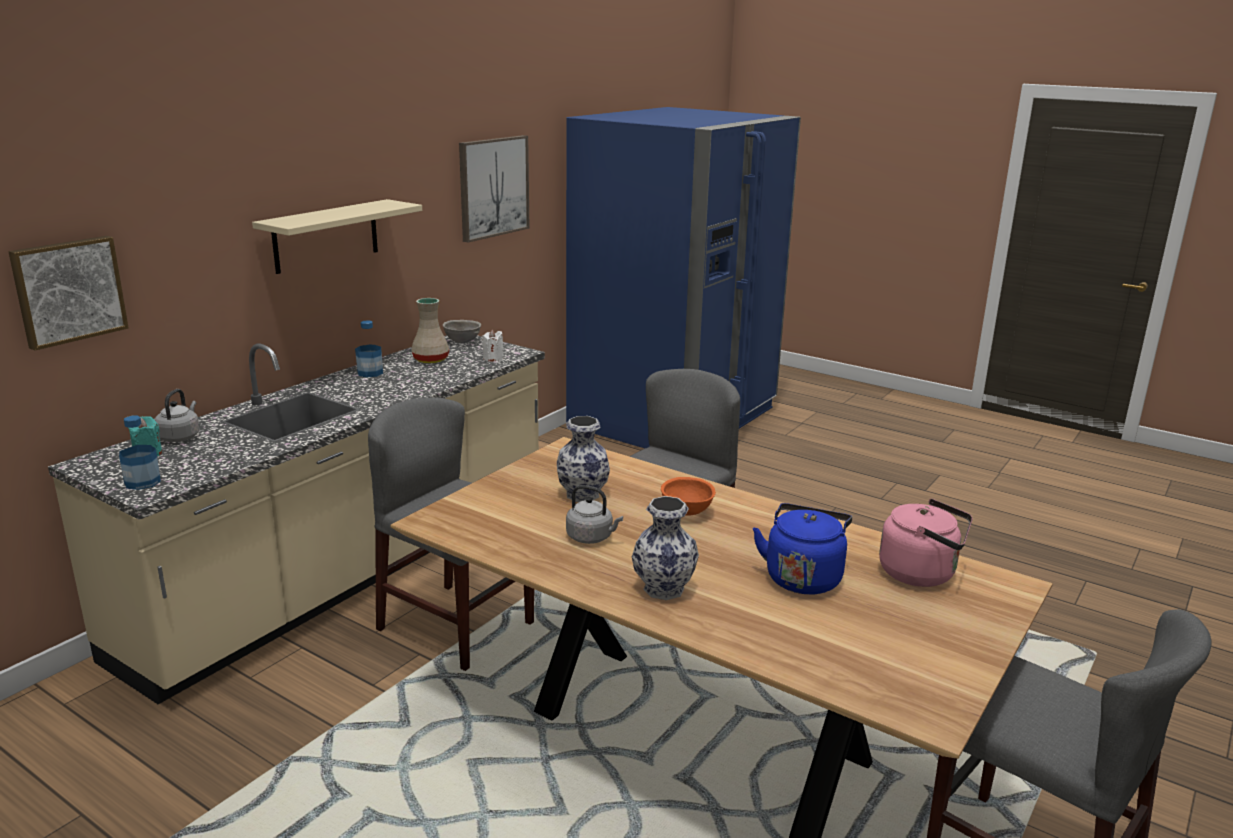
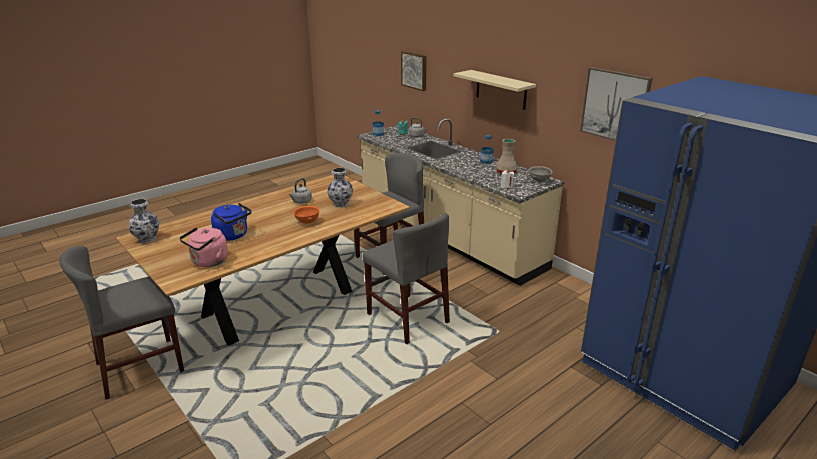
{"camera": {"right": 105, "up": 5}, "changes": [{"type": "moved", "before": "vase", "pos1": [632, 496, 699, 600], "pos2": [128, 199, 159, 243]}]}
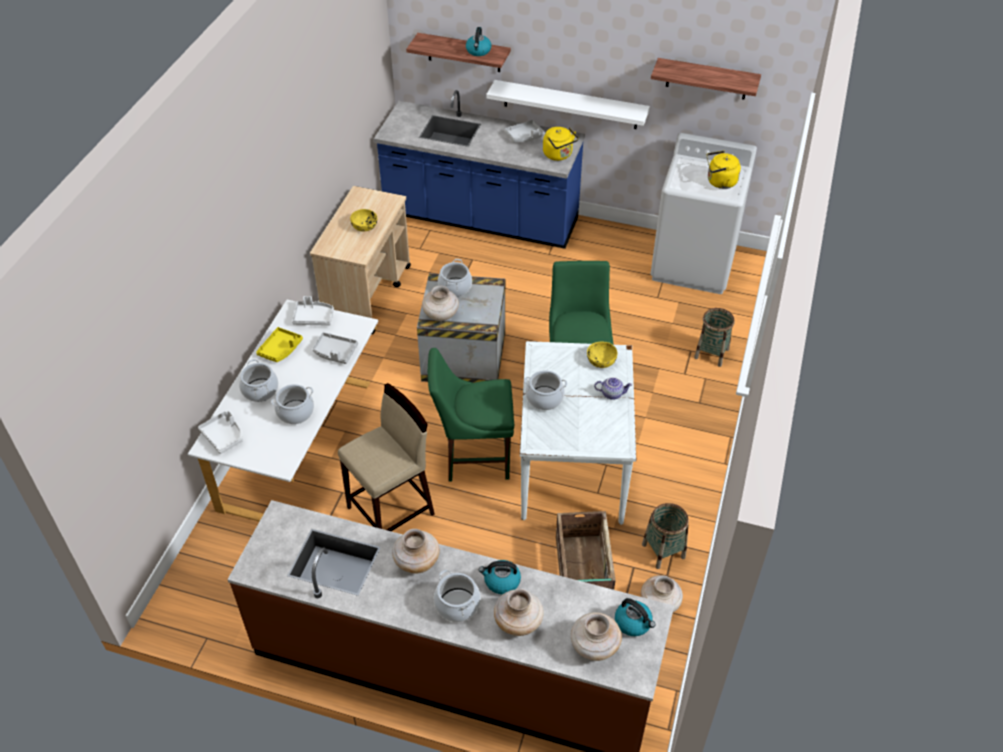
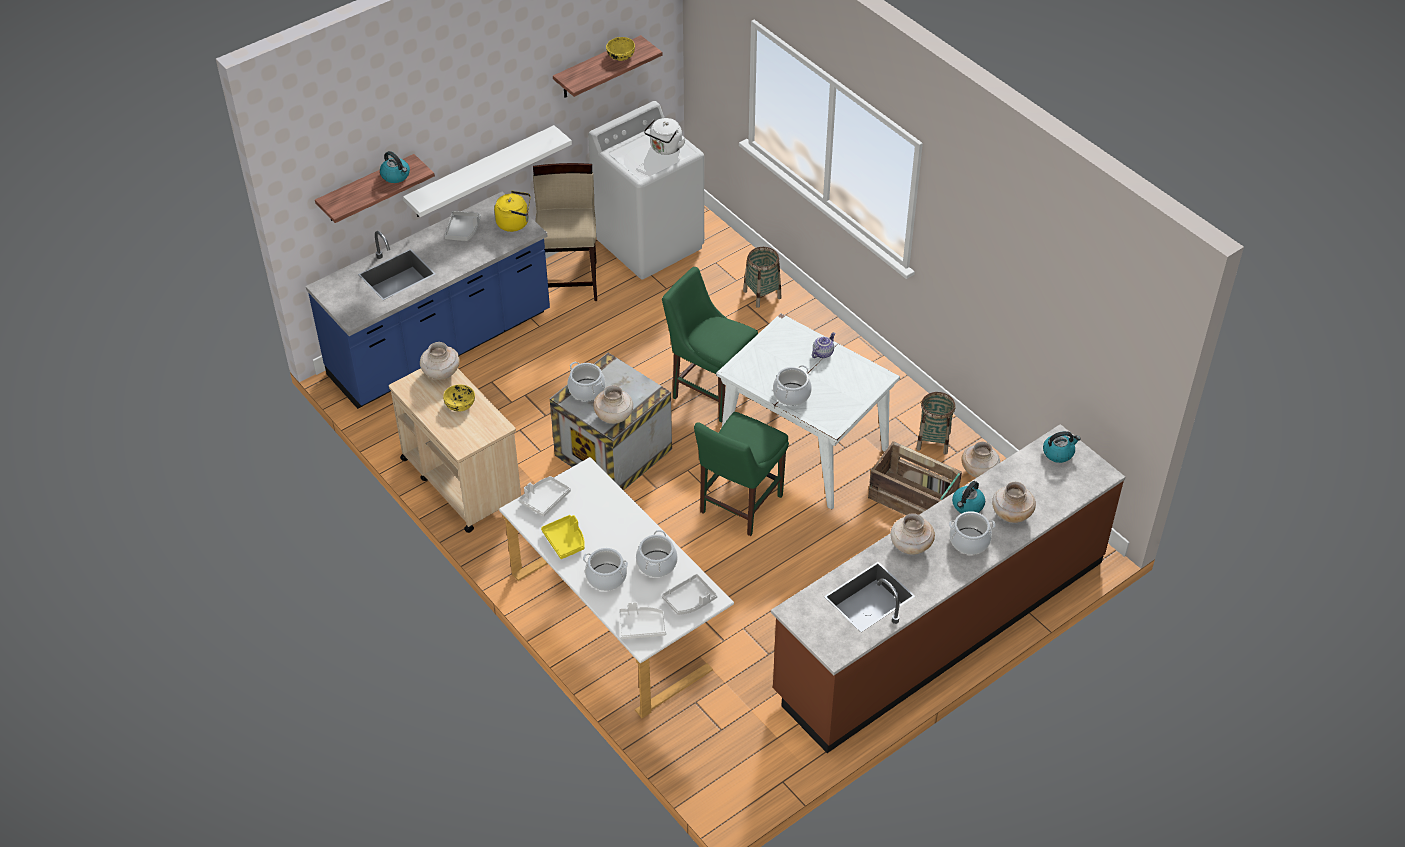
{"camera": {"right": -55, "up": 0}, "changes": [{"type": "recoloured", "before": "yellow-coloured tea kettle", "after": "white-coloured tea kettle", "pos1": [707, 151, 741, 189], "pos2": [644, 118, 686, 155]}, {"type": "moved", "before": "gray serving tray", "pos1": [313, 332, 358, 364], "pos2": [662, 574, 717, 615]}, {"type": "moved", "before": "yellow-coloured bowl", "pos1": [587, 341, 618, 368], "pos2": [606, 37, 635, 61]}, {"type": "moved", "before": "beige-coloured sitting stool", "pos1": [338, 383, 435, 531], "pos2": [533, 163, 597, 301]}, {"type": "moved", "before": "beige-coloured vase", "pos1": [571, 612, 622, 661], "pos2": [420, 342, 460, 380]}]}
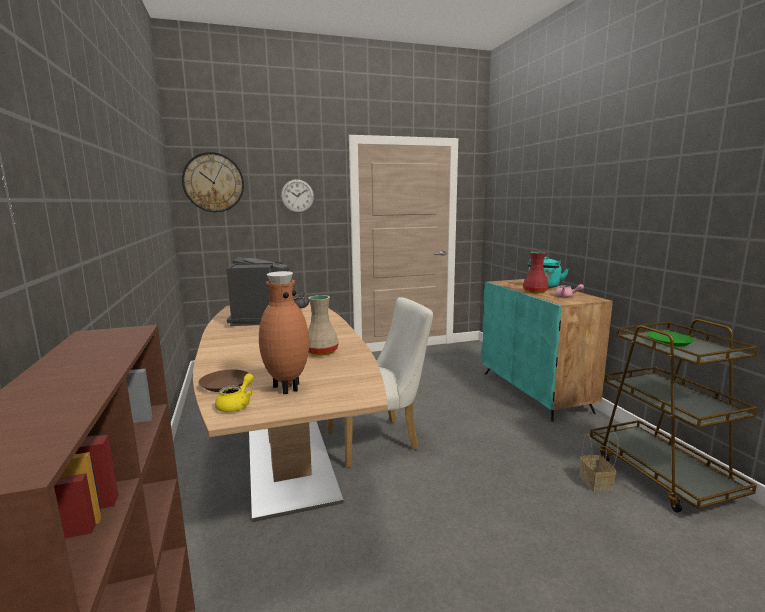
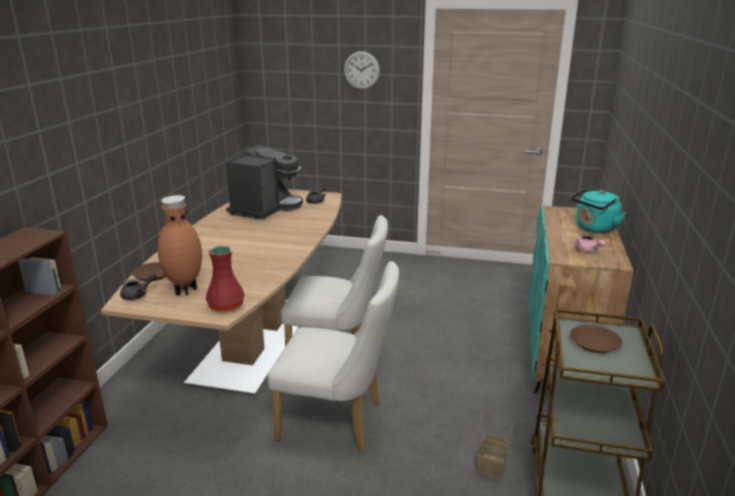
{"camera": {"right": 30, "up": 10}, "changes": [{"type": "removed", "before": "wall clock", "pos1": [182, 152, 244, 212]}, {"type": "moved", "before": "red-coloured vase", "pos1": [523, 252, 549, 294], "pos2": [206, 246, 245, 312]}, {"type": "removed", "before": "beige-coloured vase", "pos1": [308, 295, 339, 356]}, {"type": "recoloured", "before": "green dinner plate", "after": "brown dinner plate", "pos1": [647, 331, 695, 347], "pos2": [570, 325, 623, 353]}, {"type": "recoloured", "before": "yellow-coloured pot for tea", "after": "gray pot for tea", "pos1": [215, 373, 254, 412], "pos2": [120, 273, 157, 300]}, {"type": "added", "after": "white-coloured chair", "pos2": [268, 261, 399, 451]}]}
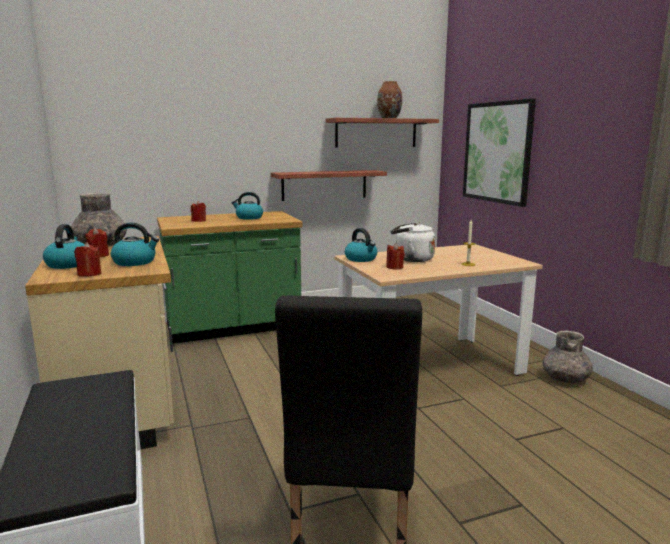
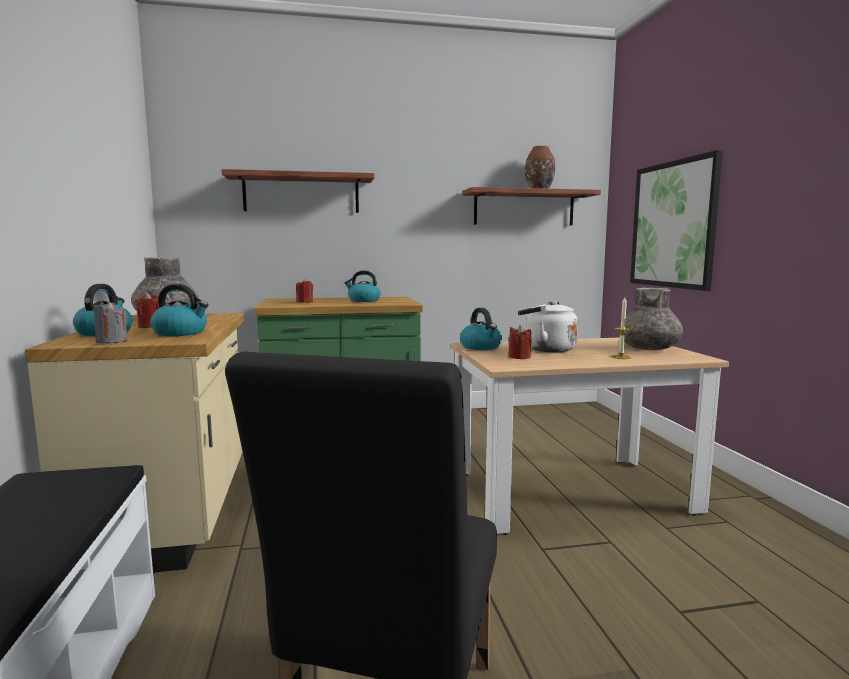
{"camera": {"right": 10, "up": -5}, "changes": [{"type": "moved", "before": "shelf", "pos1": [271, 170, 387, 201], "pos2": [221, 169, 375, 213]}, {"type": "recoloured", "before": "red-coloured wax light", "after": "gray wax light", "pos1": [74, 242, 101, 277], "pos2": [94, 301, 127, 344]}, {"type": "moved", "before": "gray vase", "pos1": [542, 331, 593, 383], "pos2": [619, 288, 683, 350]}]}
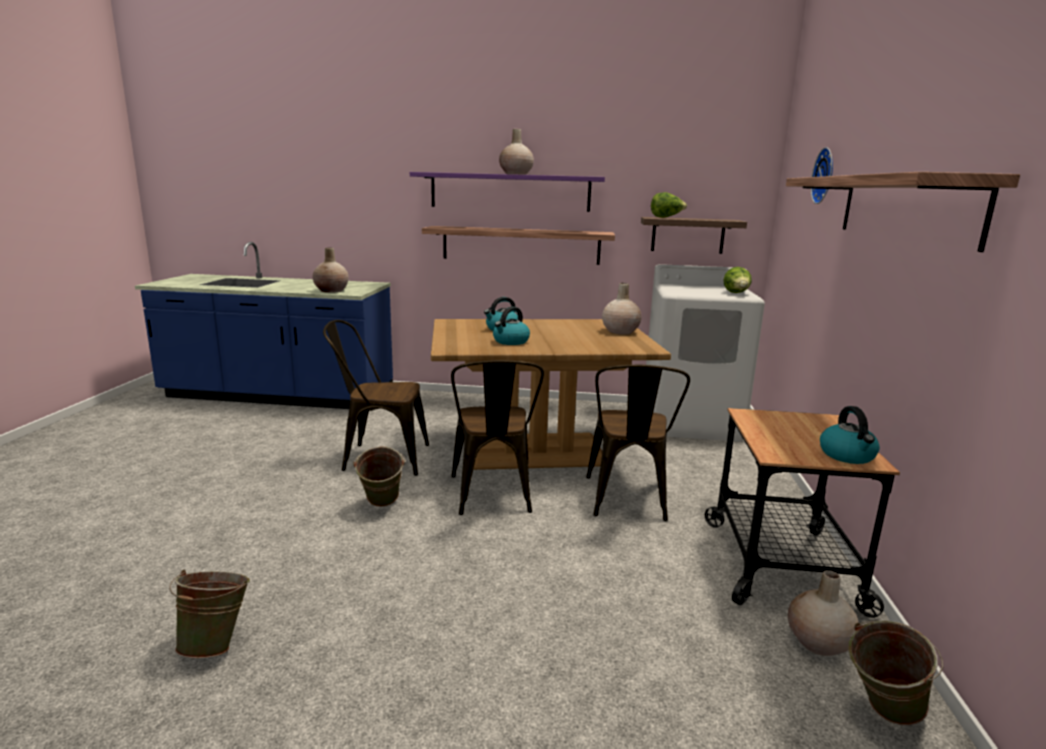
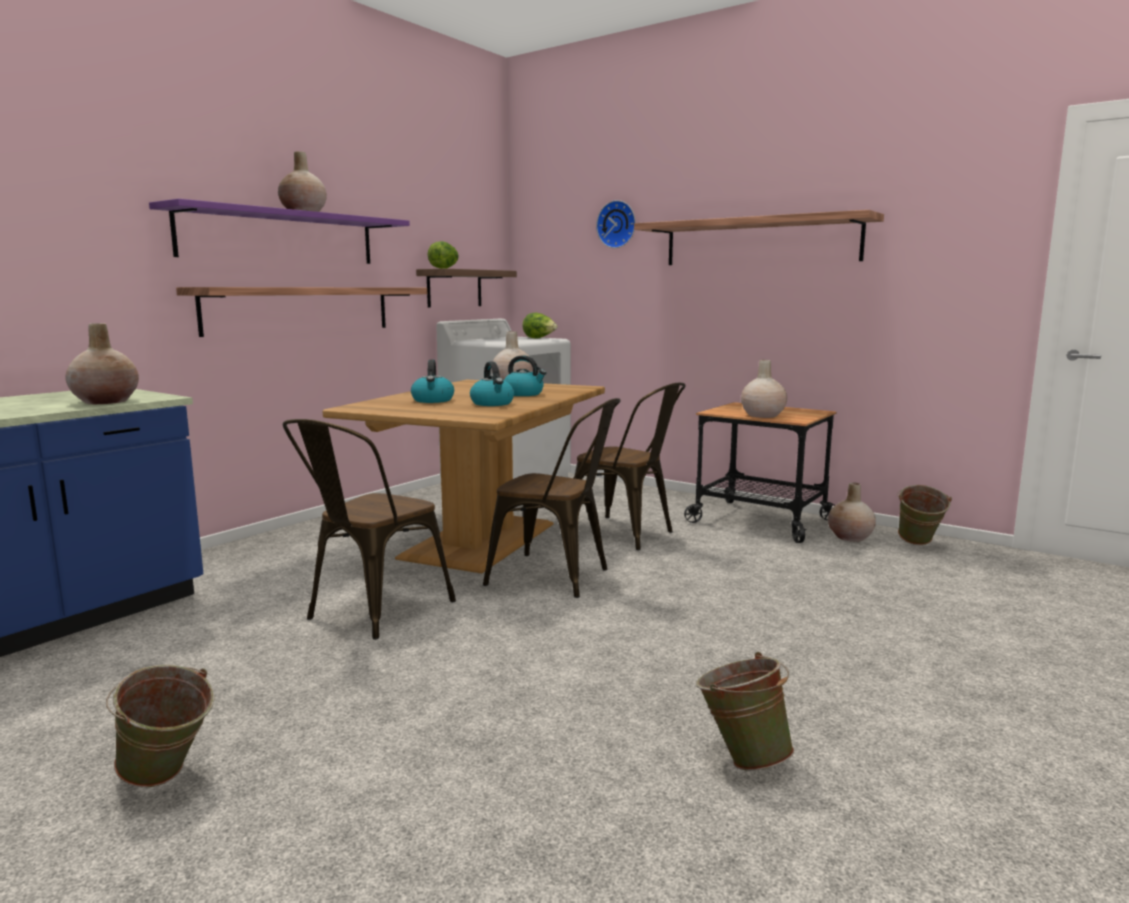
{"camera": {"right": -60, "up": -5}, "changes": [{"type": "moved", "before": "tea kettle", "pos1": [820, 406, 880, 464], "pos2": [504, 355, 546, 396]}, {"type": "moved", "before": "green pail", "pos1": [353, 446, 405, 507], "pos2": [106, 665, 215, 788]}, {"type": "added", "after": "beige-coloured vase", "pos2": [741, 360, 787, 418]}]}
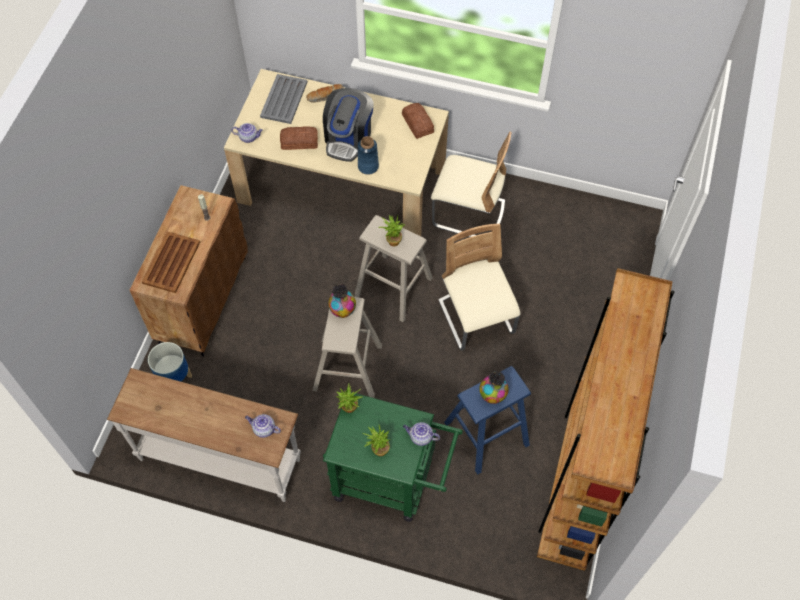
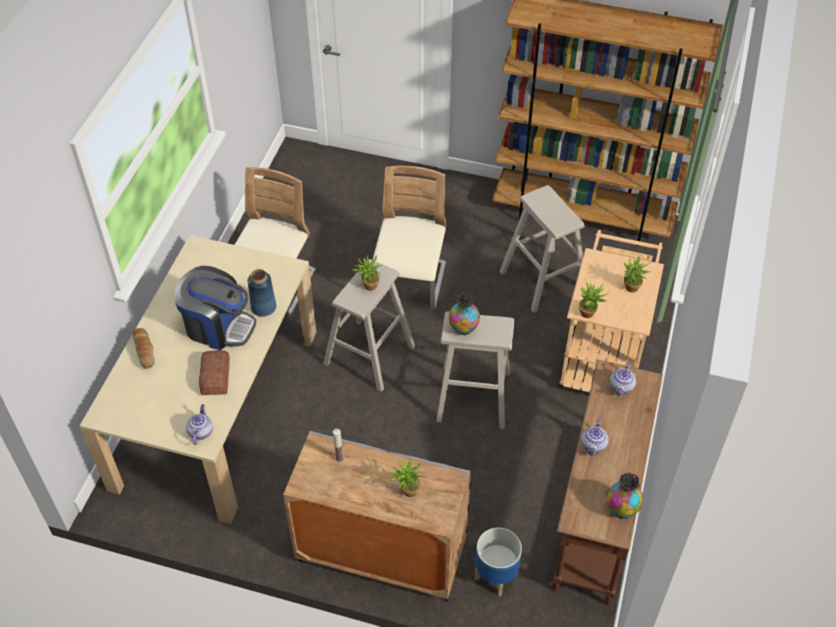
{"camera": {"right": -90, "up": -10}, "changes": [{"type": "removed", "before": "gray serving tray", "pos1": [260, 74, 307, 124]}, {"type": "removed", "before": "bread", "pos1": [402, 103, 434, 139]}, {"type": "recoloured", "before": "brown storage cabinet", "after": "gray storage cabinet", "pos1": [130, 185, 248, 356], "pos2": [283, 431, 471, 602]}, {"type": "turned", "before": "beige-coloured chair", "pos1": [438, 224, 521, 350], "pos2": [373, 166, 446, 310], "turn": 120}, {"type": "replaced", "before": "brown serving tray", "after": "plant in a pot", "pos1": [142, 232, 200, 293], "pos2": [389, 459, 423, 497]}, {"type": "recoloured", "before": "bluish sitting stool", "after": "beige-coloured sitting stool", "pos1": [444, 366, 531, 475], "pos2": [499, 185, 585, 313]}, {"type": "recoloured", "before": "white-coloured hall table", "after": "brown hall table", "pos1": [107, 368, 301, 502], "pos2": [552, 360, 663, 605]}, {"type": "moved", "before": "vase", "pos1": [479, 371, 509, 404], "pos2": [607, 473, 643, 519]}, {"type": "recoloured", "before": "green wheeled cart", "after": "beige-coloured wheeled cart", "pos1": [323, 392, 463, 522], "pos2": [558, 230, 664, 392]}, {"type": "moved", "before": "pot for tea", "pos1": [403, 422, 440, 446], "pos2": [581, 419, 609, 456]}]}
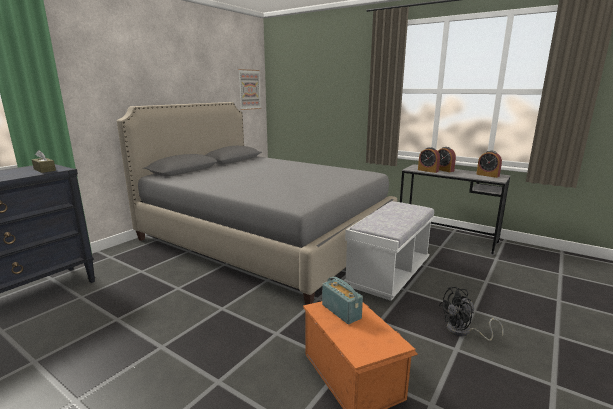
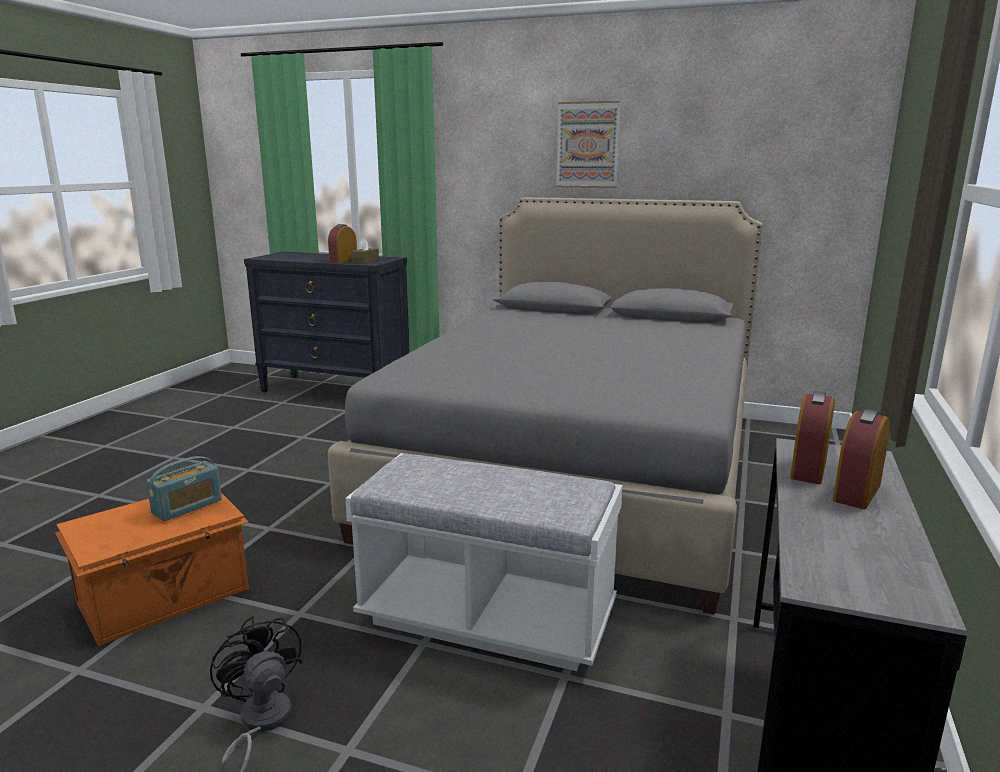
{"camera": {"right": 75, "up": 0}, "changes": [{"type": "moved", "before": "wall picture", "pos1": [238, 69, 261, 110], "pos2": [556, 101, 621, 188]}, {"type": "moved", "before": "bedside clock", "pos1": [476, 151, 502, 178], "pos2": [328, 224, 357, 263]}]}
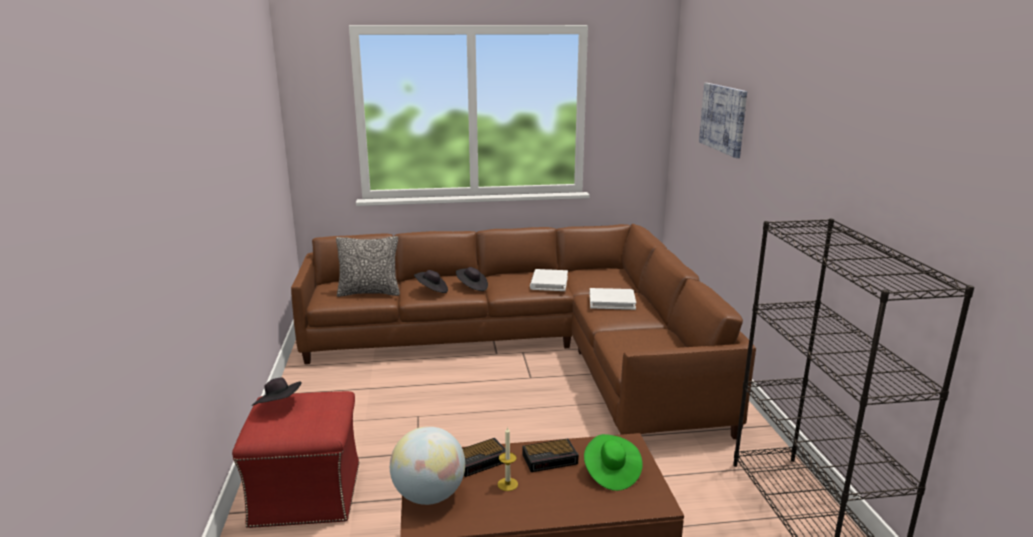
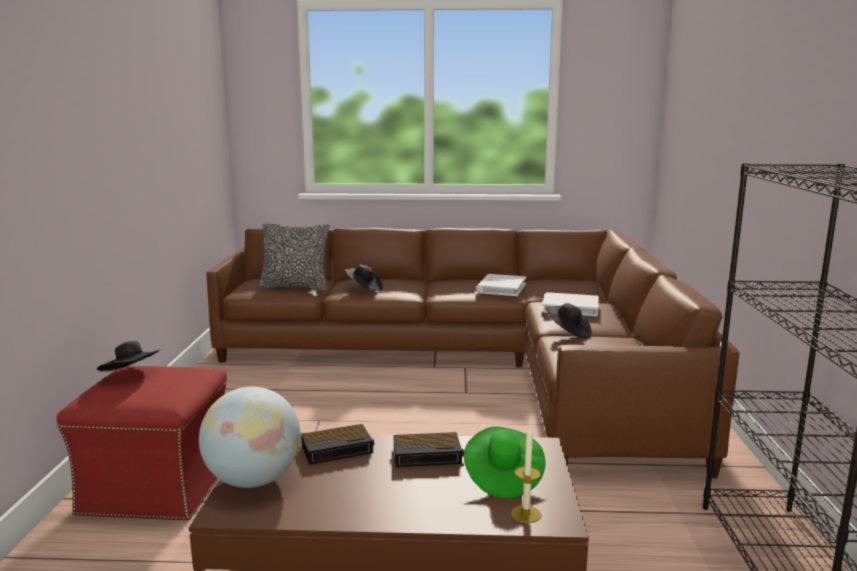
{"camera": {"right": 10, "up": -5}, "changes": [{"type": "removed", "before": "wall picture", "pos1": [699, 83, 747, 158]}, {"type": "moved", "before": "black-coloured hat", "pos1": [456, 267, 488, 291], "pos2": [546, 303, 592, 338]}, {"type": "moved", "before": "wax light", "pos1": [497, 426, 518, 491], "pos2": [511, 426, 541, 523]}]}
